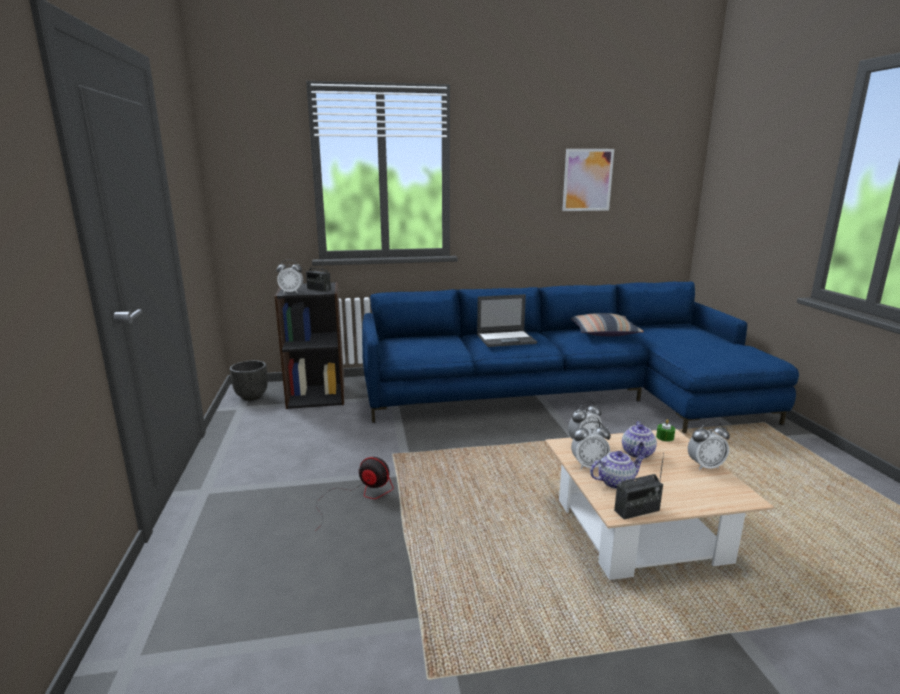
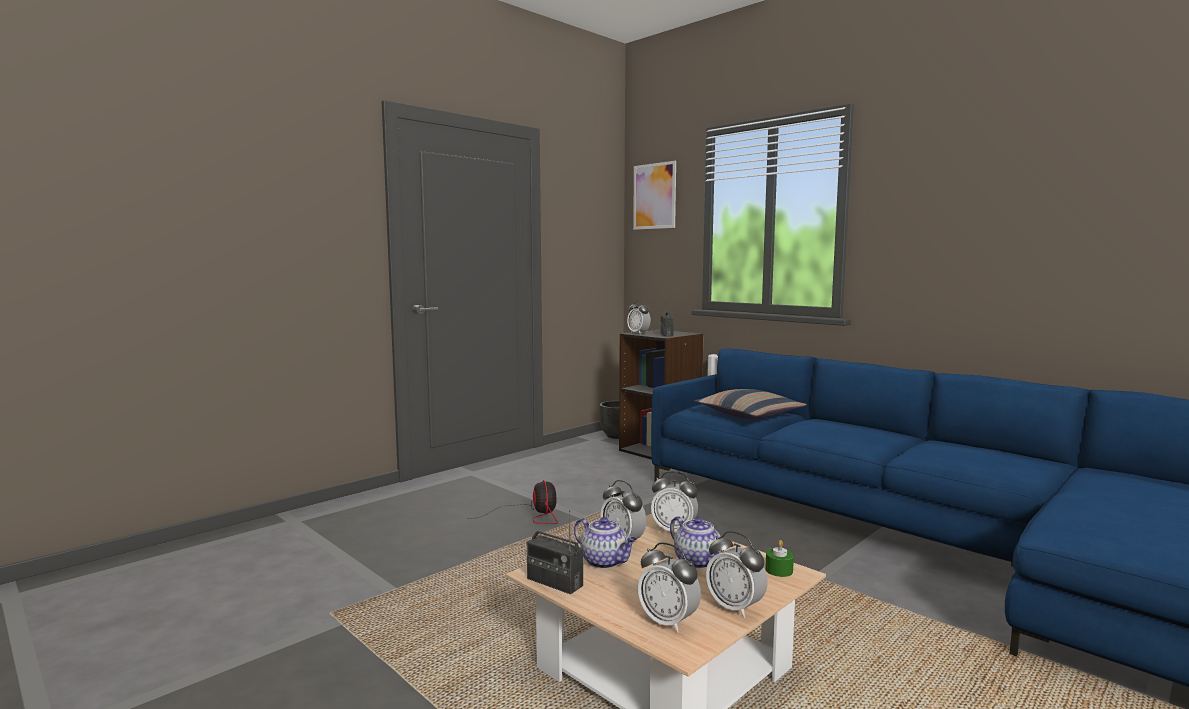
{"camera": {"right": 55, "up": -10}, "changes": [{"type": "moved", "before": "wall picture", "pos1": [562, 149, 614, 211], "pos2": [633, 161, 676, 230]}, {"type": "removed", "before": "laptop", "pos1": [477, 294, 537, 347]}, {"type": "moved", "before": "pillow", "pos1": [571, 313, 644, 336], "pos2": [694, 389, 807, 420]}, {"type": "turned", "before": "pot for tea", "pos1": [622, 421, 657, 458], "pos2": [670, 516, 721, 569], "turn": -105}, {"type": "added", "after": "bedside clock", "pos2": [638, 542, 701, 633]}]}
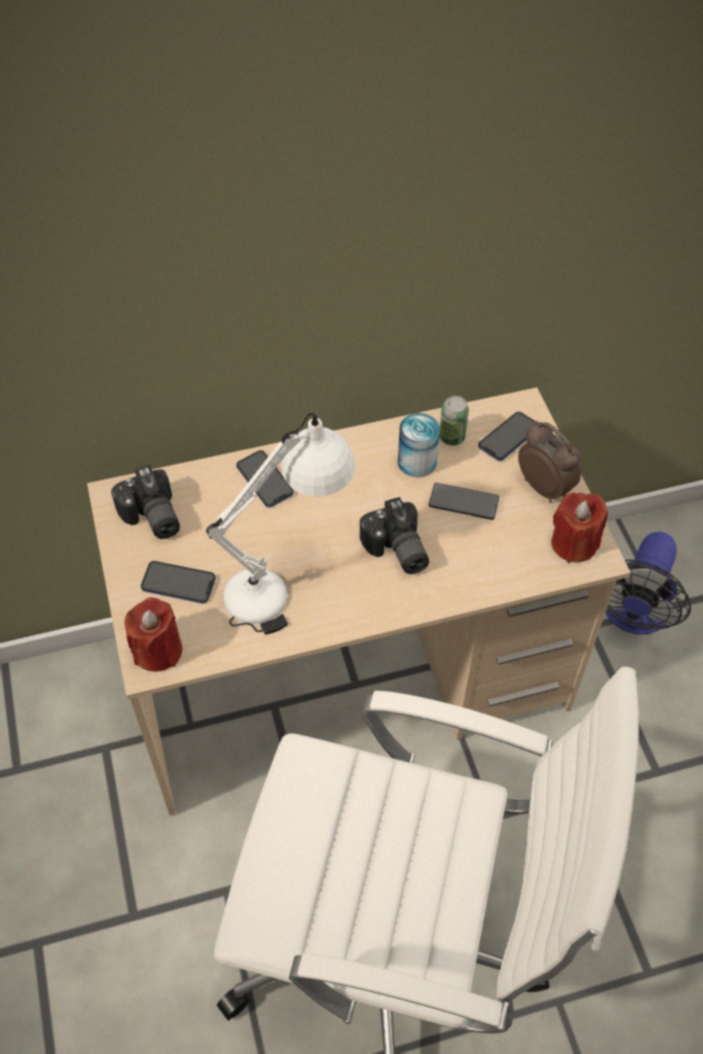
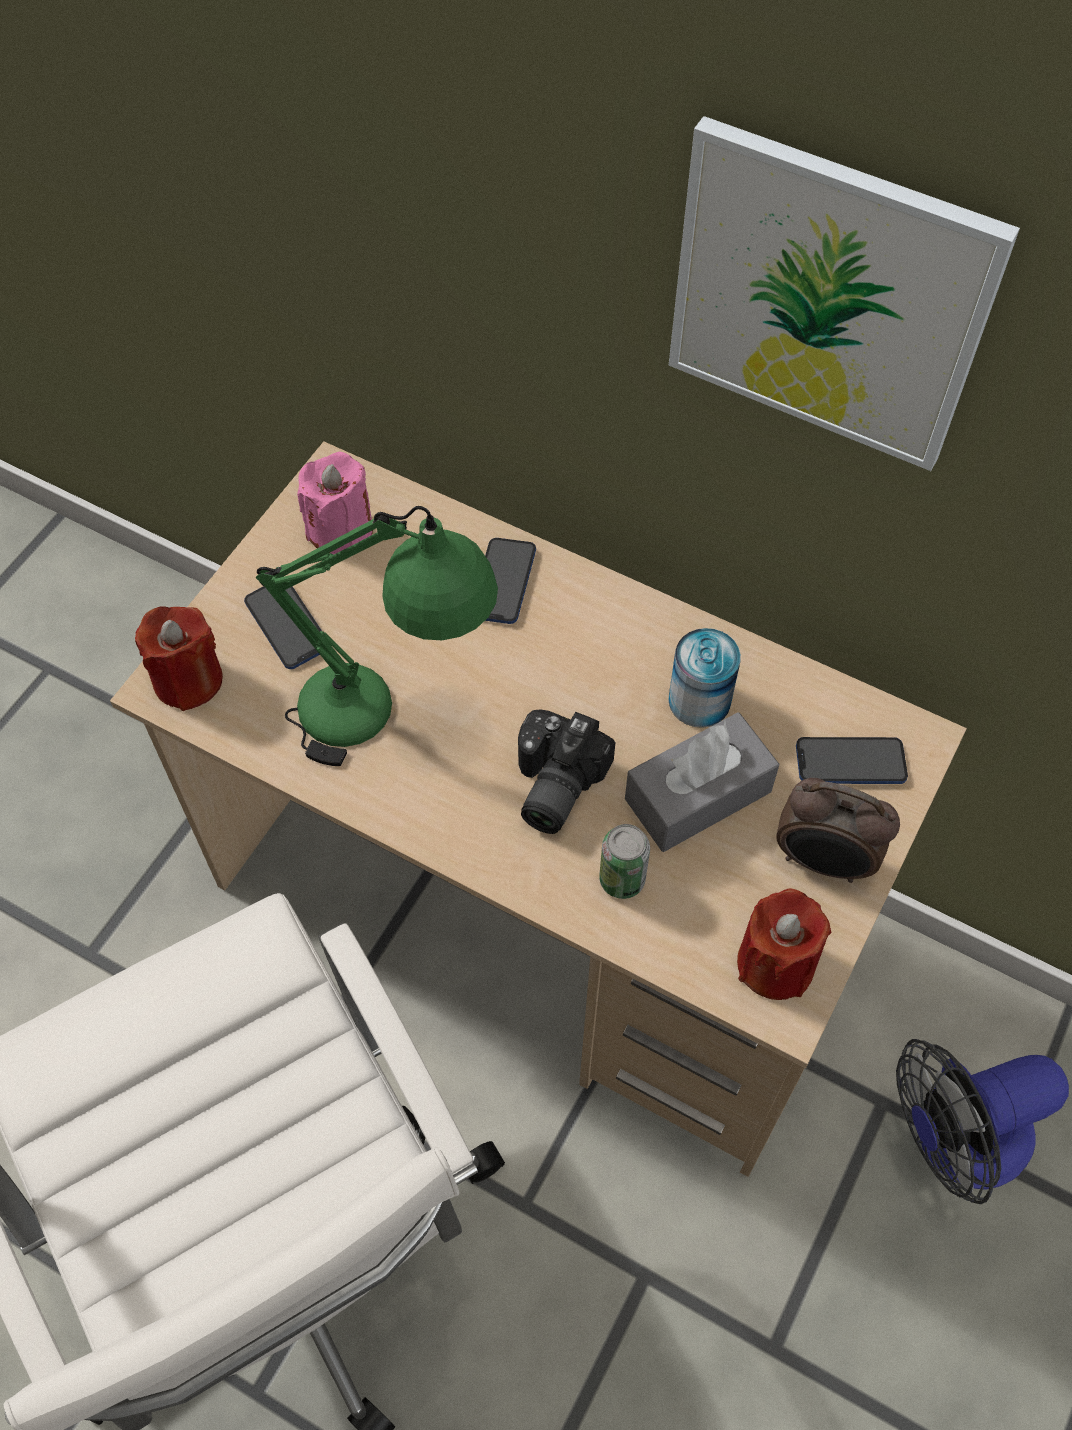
{"camera": {"right": 45, "up": 5}, "changes": [{"type": "moved", "before": "metal can", "pos1": [439, 396, 469, 446], "pos2": [599, 824, 650, 899]}, {"type": "recoloured", "before": "white-coloured tabletop lamp", "after": "green tabletop lamp", "pos1": [205, 413, 355, 635], "pos2": [256, 506, 498, 766]}, {"type": "turned", "before": "bedside clock", "pos1": [518, 421, 581, 503], "pos2": [776, 778, 900, 883], "turn": 105}, {"type": "replaced", "before": "still camera", "after": "pink-coloured wax light", "pos1": [111, 465, 180, 539], "pos2": [297, 452, 373, 554]}, {"type": "replaced", "before": "telephone", "after": "gray box of tissues", "pos1": [429, 483, 499, 520], "pos2": [625, 712, 779, 852]}, {"type": "added", "after": "wall picture", "pos2": [669, 116, 1020, 471]}]}
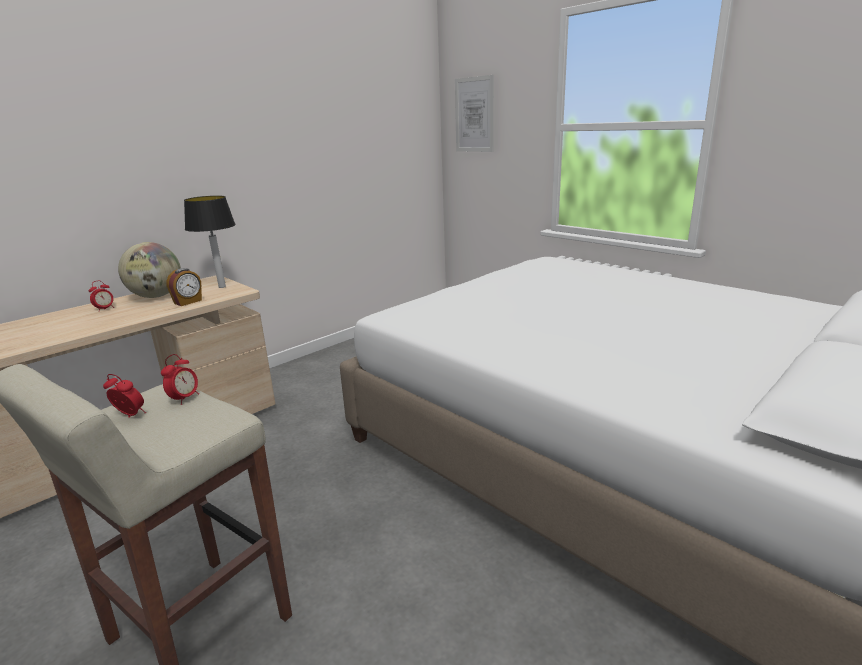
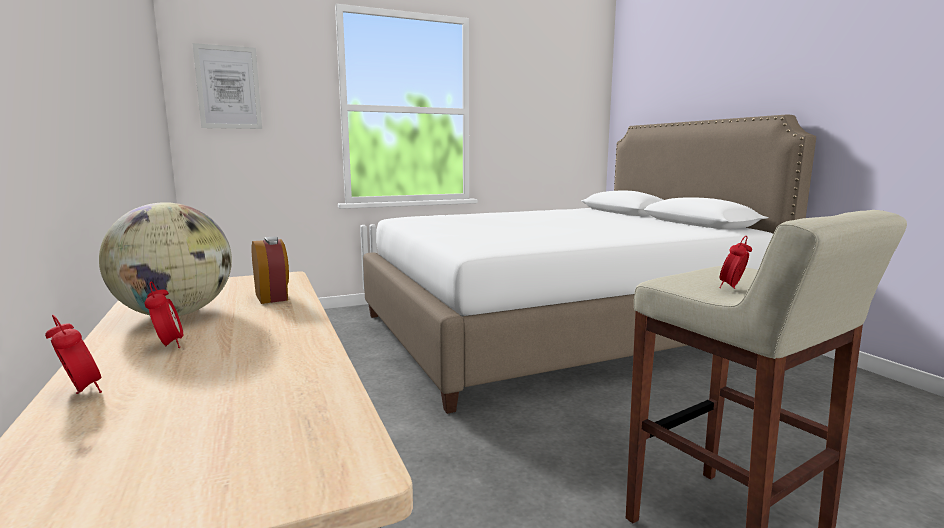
{"camera": {"right": -70, "up": -10}, "changes": [{"type": "removed", "before": "tabletop lamp", "pos1": [184, 196, 236, 288]}, {"type": "moved", "before": "bedside clock", "pos1": [161, 354, 199, 405], "pos2": [45, 315, 102, 394]}]}
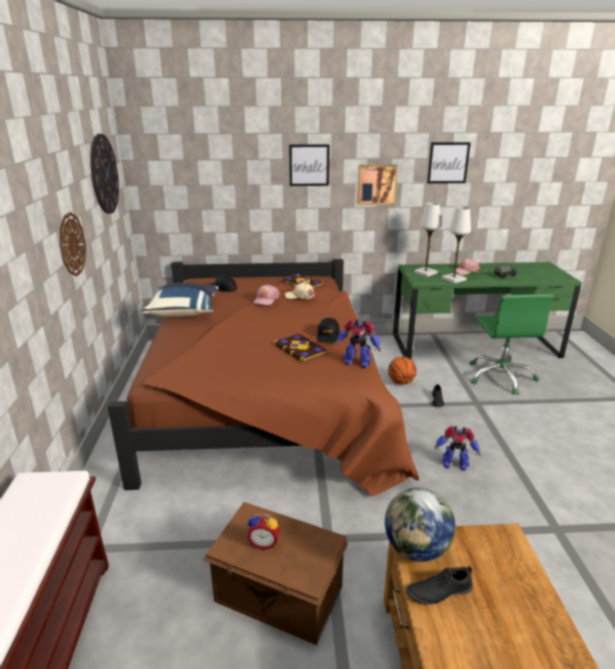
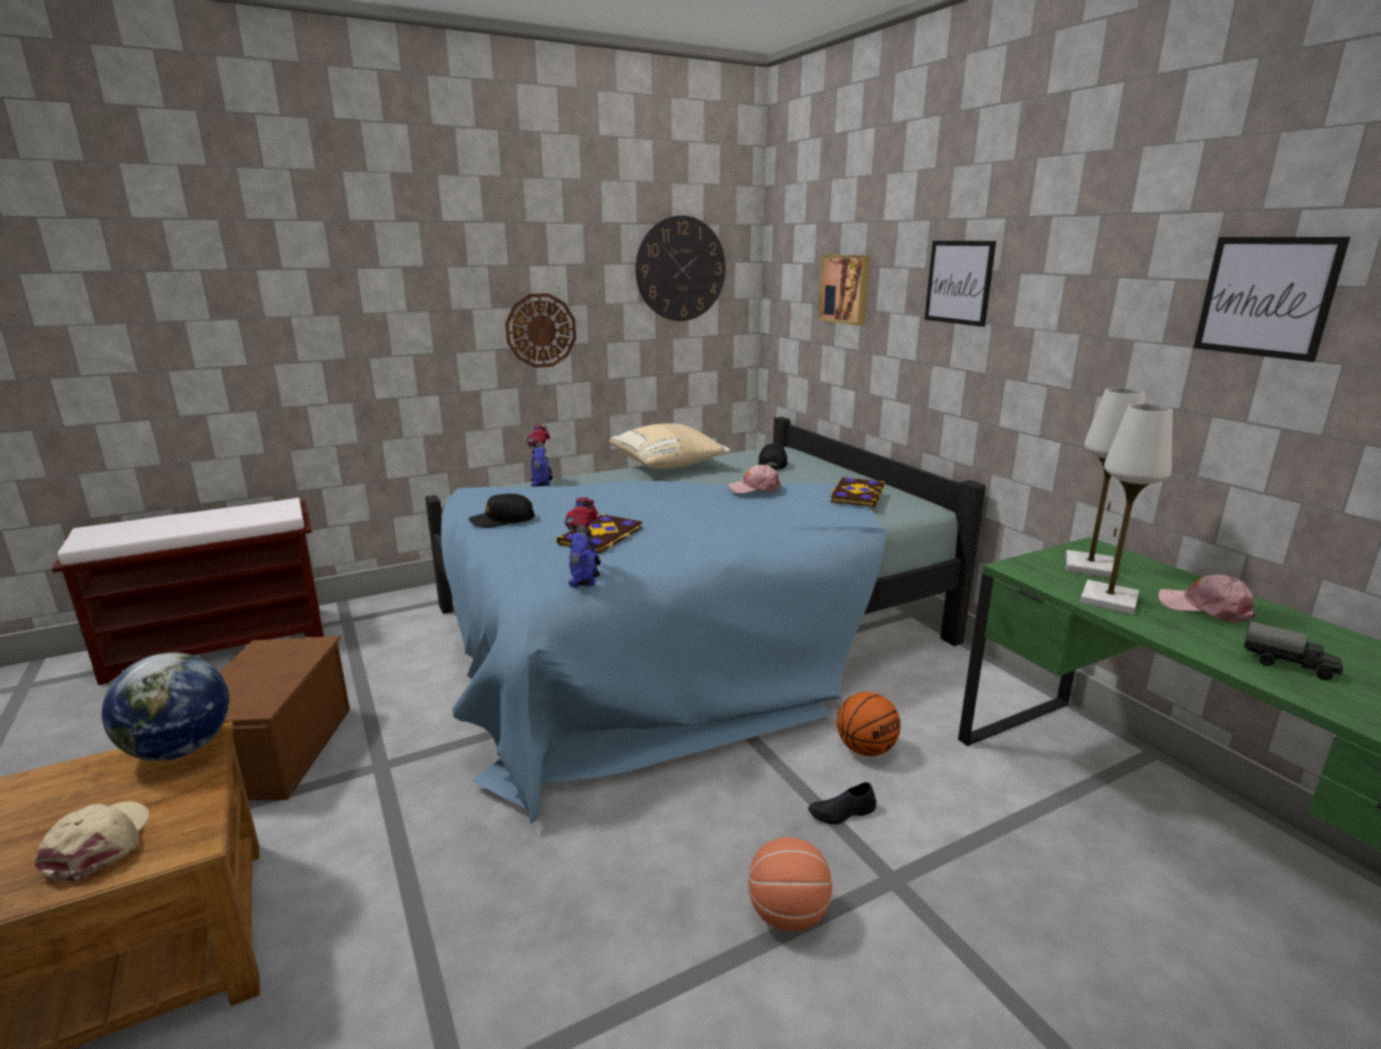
{"camera": {"right": 65, "up": -5}, "changes": [{"type": "moved", "before": "wall picture", "pos1": [357, 165, 398, 205], "pos2": [818, 254, 870, 326]}, {"type": "recoloured", "before": "brown bedroom bed", "after": "bluish bedroom bed", "pos1": [108, 259, 419, 496], "pos2": [425, 417, 986, 824]}, {"type": "recoloured", "before": "bluish pillow", "after": "beige-coloured pillow", "pos1": [142, 283, 218, 317], "pos2": [609, 423, 730, 469]}, {"type": "moved", "before": "beige-coloured peaked cap", "pos1": [285, 283, 315, 299], "pos2": [34, 801, 149, 882]}, {"type": "removed", "before": "green computer chair", "pos1": [470, 294, 554, 395]}, {"type": "moved", "before": "black-coloured peaked cap", "pos1": [317, 318, 340, 343], "pos2": [469, 494, 535, 528]}, {"type": "moved", "before": "model robot", "pos1": [434, 426, 481, 471], "pos2": [527, 425, 553, 487]}, {"type": "removed", "before": "bedside clock", "pos1": [247, 513, 280, 550]}, {"type": "removed", "before": "black-coloured item of footwear", "pos1": [406, 566, 473, 604]}, {"type": "added", "after": "ball for basketball", "pos2": [748, 837, 832, 931]}]}
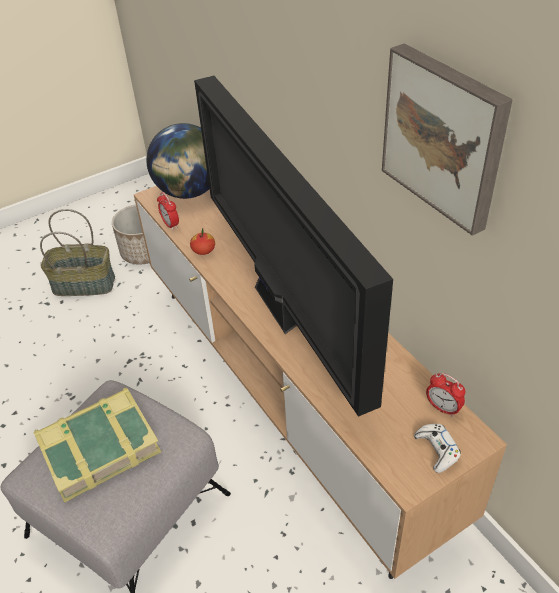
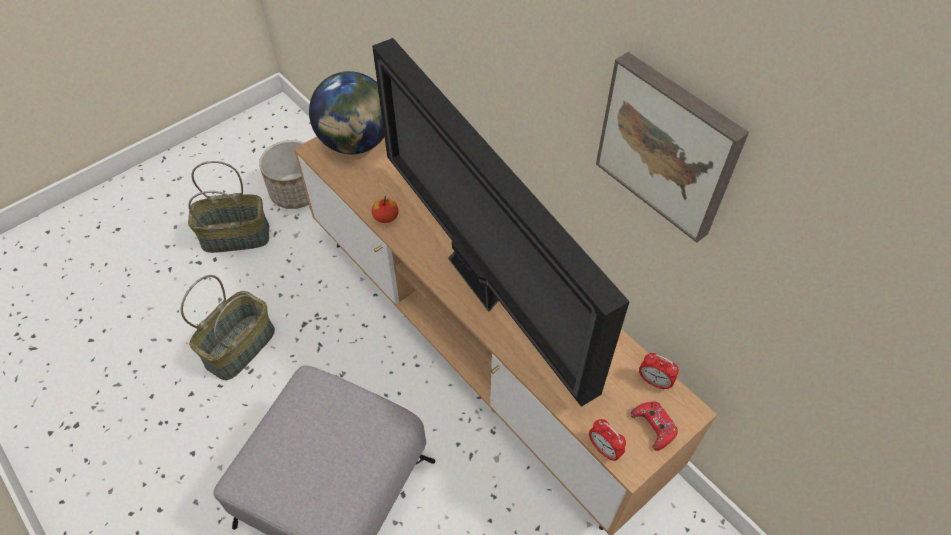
{"camera": {"right": -10, "up": 10}, "changes": [{"type": "moved", "before": "bedside clock", "pos1": [157, 192, 179, 230], "pos2": [589, 419, 626, 461]}, {"type": "removed", "before": "volume", "pos1": [34, 388, 161, 503]}, {"type": "recoloured", "before": "white-coloured joypad", "after": "red-coloured joypad", "pos1": [414, 424, 461, 473], "pos2": [631, 401, 678, 451]}, {"type": "added", "after": "basket", "pos2": [181, 275, 275, 380]}]}
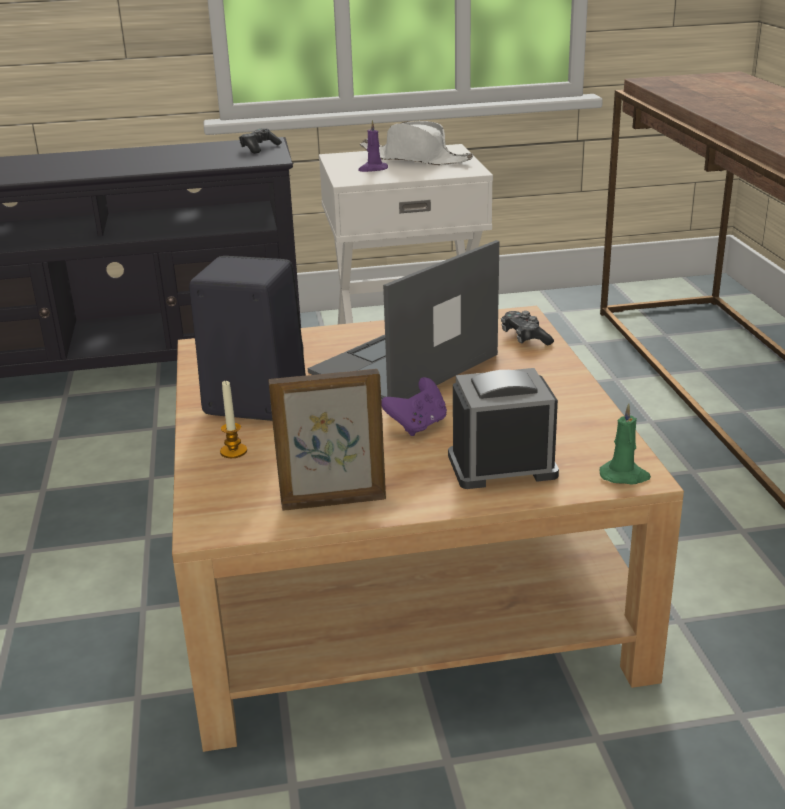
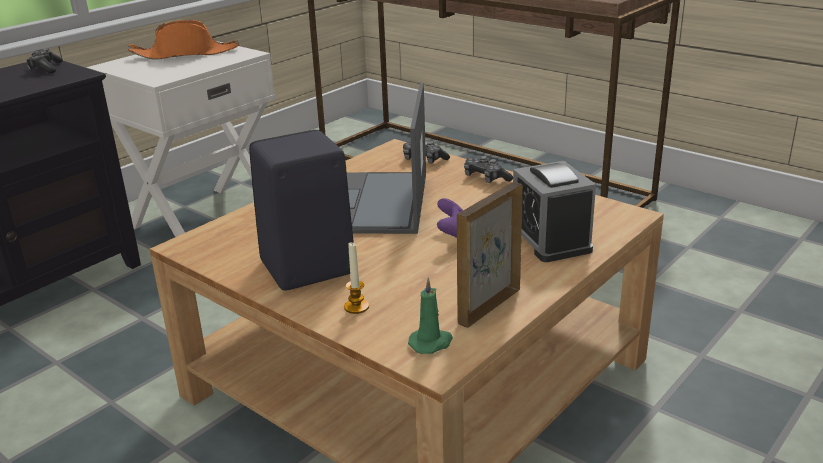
{"camera": {"right": -40, "up": 0}, "changes": [{"type": "removed", "before": "purple-coloured wax light", "pos1": [358, 120, 388, 172]}, {"type": "recoloured", "before": "white-coloured hat", "after": "orange hat", "pos1": [360, 121, 474, 165], "pos2": [128, 20, 239, 60]}, {"type": "turned", "before": "bedside clock", "pos1": [448, 368, 559, 489], "pos2": [513, 161, 596, 262], "turn": -60}, {"type": "moved", "before": "green wax light", "pos1": [600, 404, 651, 484], "pos2": [408, 277, 453, 354]}, {"type": "added", "after": "joypad", "pos2": [464, 156, 513, 183]}]}
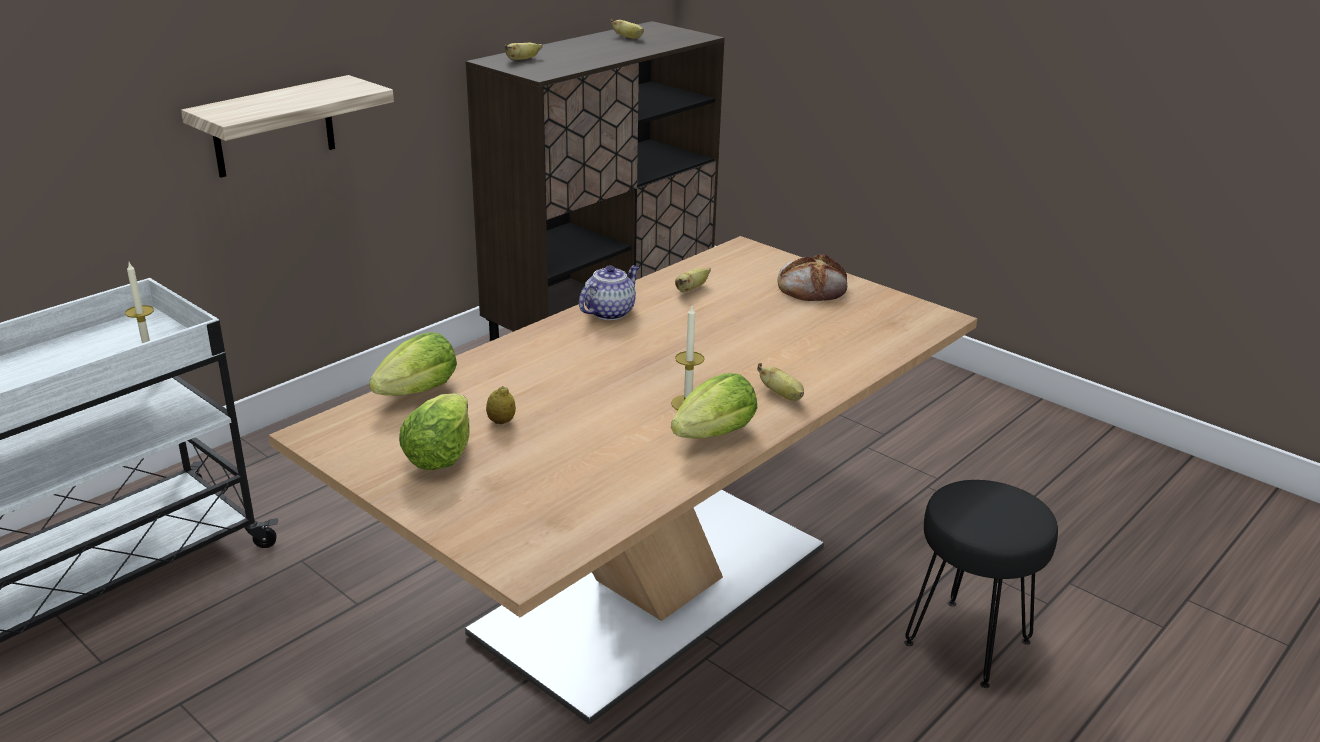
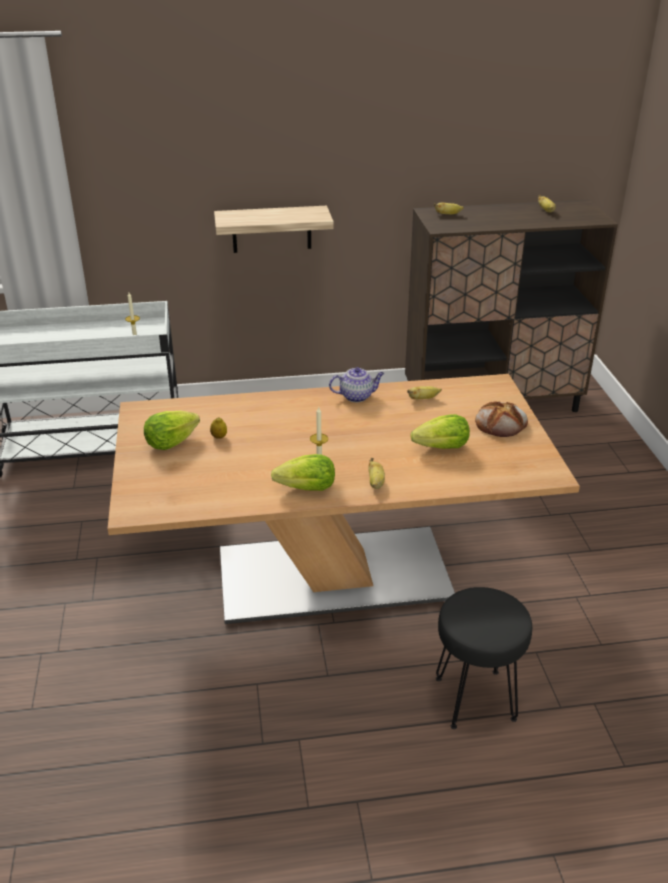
{"camera": {"right": 40, "up": 5}, "changes": [{"type": "moved", "before": "head of lettuce", "pos1": [369, 332, 457, 396], "pos2": [411, 414, 470, 449]}]}
